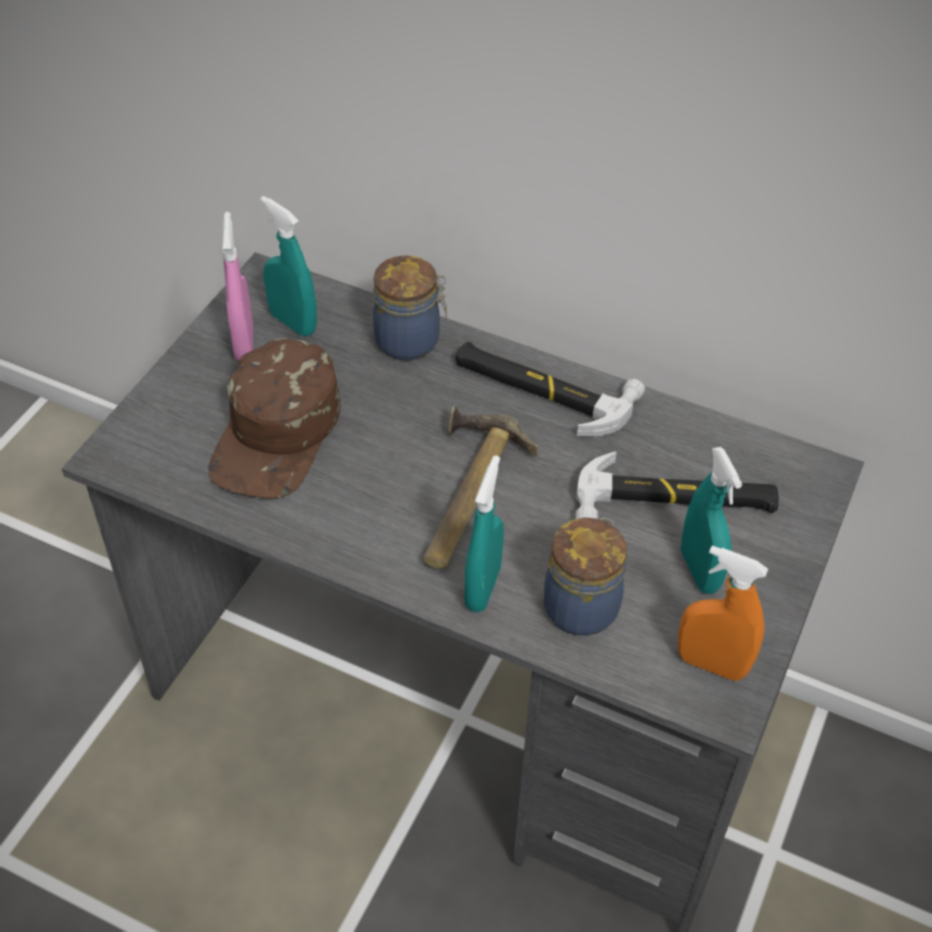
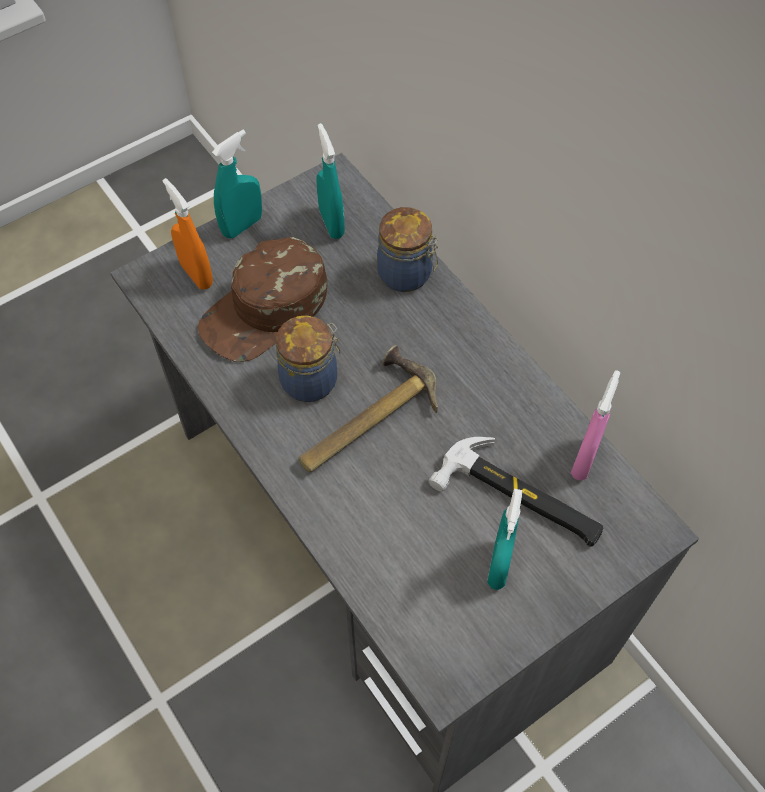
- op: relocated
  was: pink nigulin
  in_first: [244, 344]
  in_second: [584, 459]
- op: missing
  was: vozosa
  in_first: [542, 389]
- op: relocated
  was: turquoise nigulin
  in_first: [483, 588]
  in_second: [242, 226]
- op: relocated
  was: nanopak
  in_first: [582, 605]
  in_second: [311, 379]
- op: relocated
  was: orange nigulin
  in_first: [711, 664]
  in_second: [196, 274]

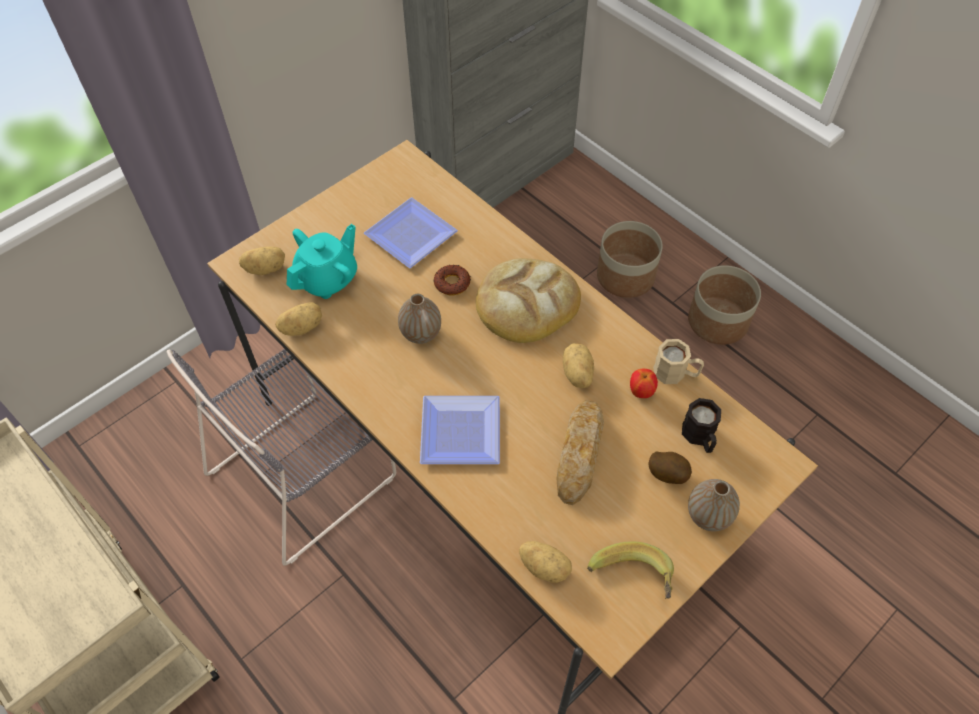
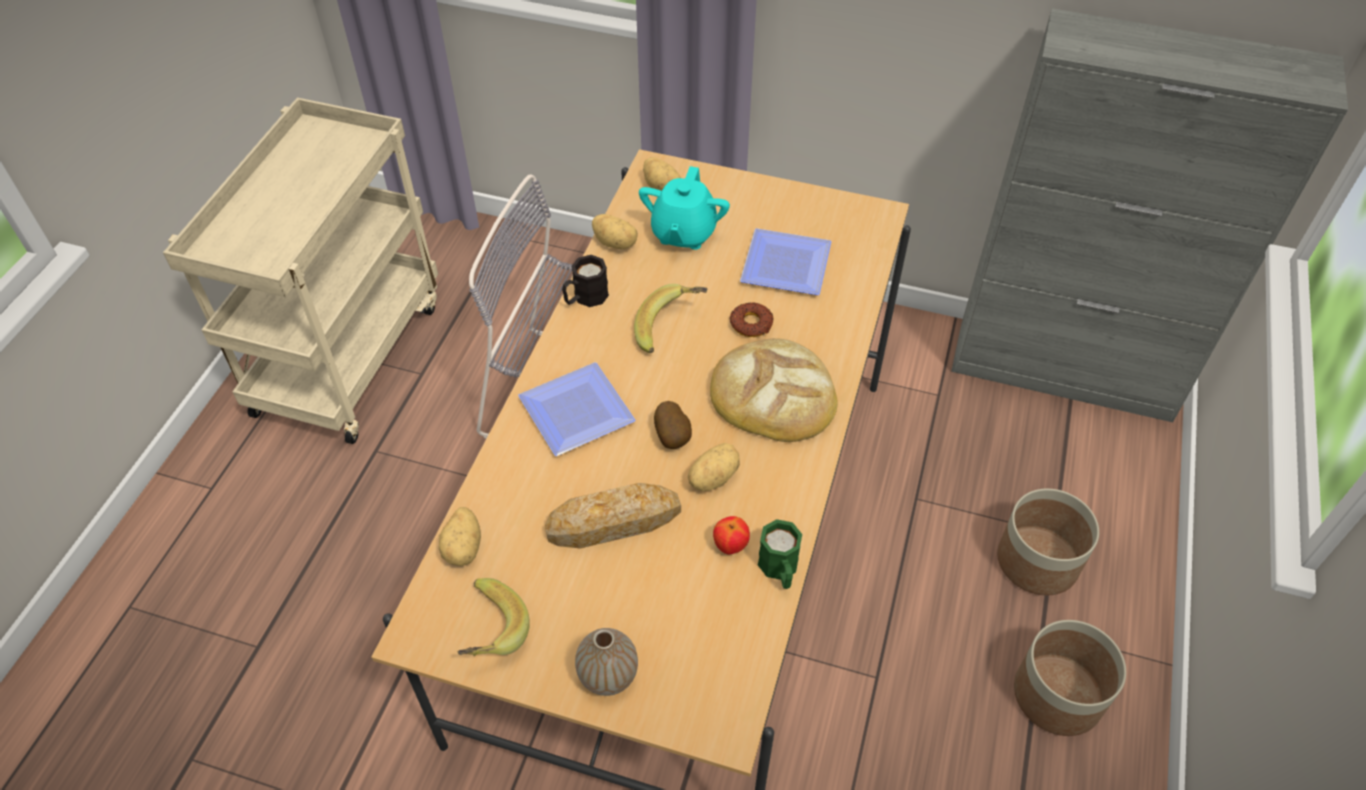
- op: spun
  was: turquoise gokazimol
  in_first: [328, 279]
  in_second: [683, 233]
  clockwise: 90
- op: exchanged
  was: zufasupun
  now: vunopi
  in_first: [421, 333]
  in_second: [671, 329]
- op: colour
  was: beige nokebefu
  now: green nokebefu
  in_first: [675, 373]
  in_second: [780, 570]
- op: relocated
  was: black nokebefu
  in_first: [700, 437]
  in_second: [585, 298]
- op: relocated
  was: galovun
  in_first: [667, 474]
  in_second: [673, 437]

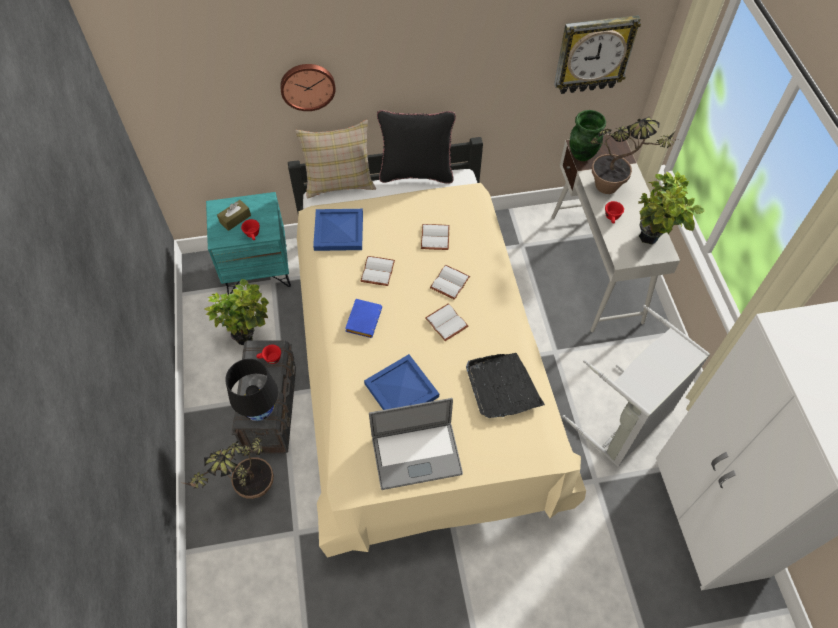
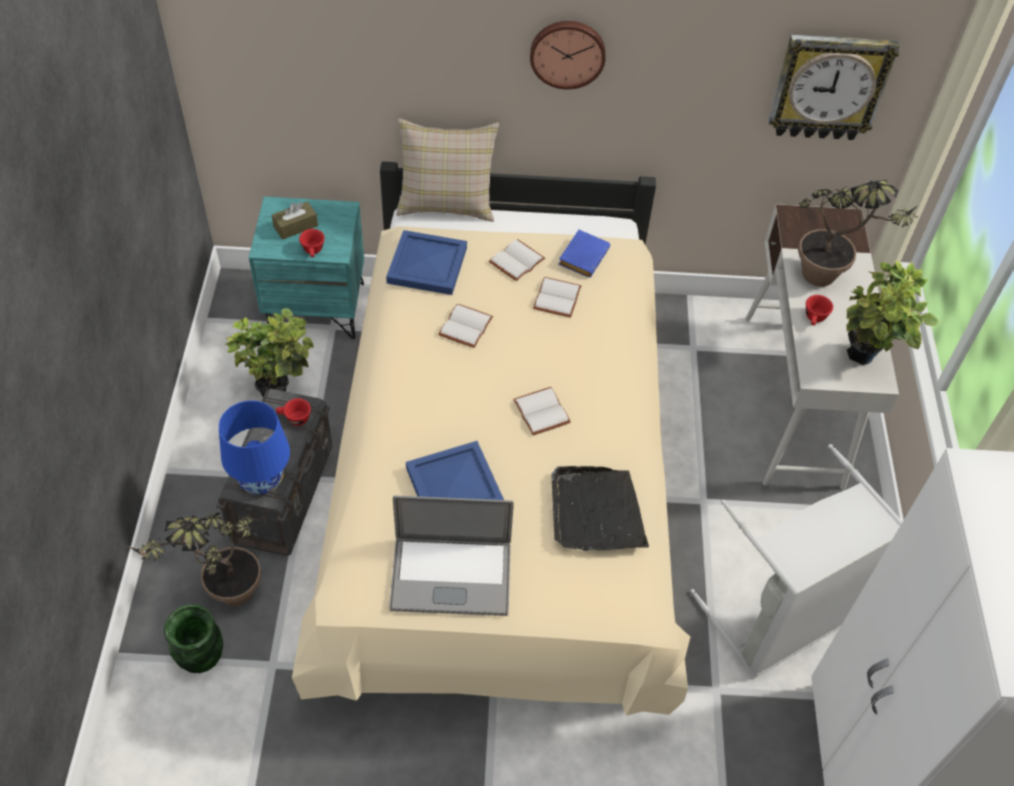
- op: relocated
  was: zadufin
  in_first: [307, 85]
  in_second: [567, 52]
- op: missing
  was: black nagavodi
  in_first: [416, 173]
- op: relocated
  was: green zufasupun
  in_first: [582, 155]
  in_second: [201, 659]
- op: relocated
  was: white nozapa
  in_first: [449, 282]
  in_second: [516, 260]
- op: relocated
  was: blue nozapa
  in_first: [363, 319]
  in_second: [582, 256]
- op: colour
  was: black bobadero
  now: blue bobadero
  in_first: [259, 409]
  in_second: [261, 480]

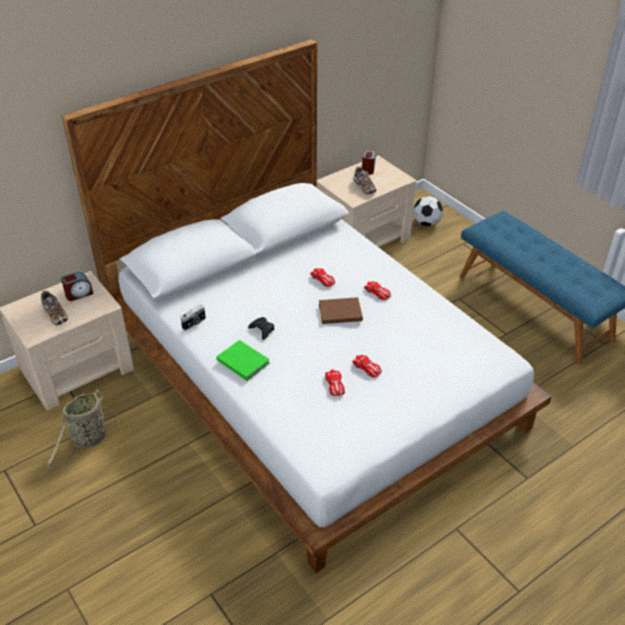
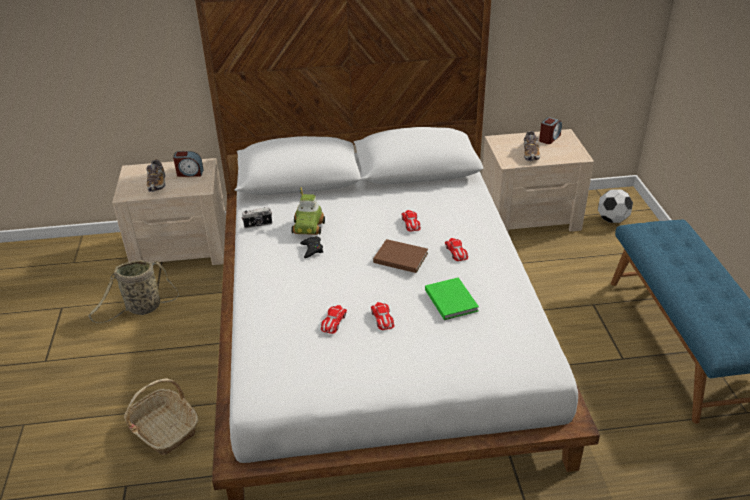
- op: relocated
  was: green nozapa
  in_first: [242, 360]
  in_second: [451, 299]
- op: appeared
  now: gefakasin
  in_second: [309, 227]
- op: appeared
  now: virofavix
  in_second: [163, 429]

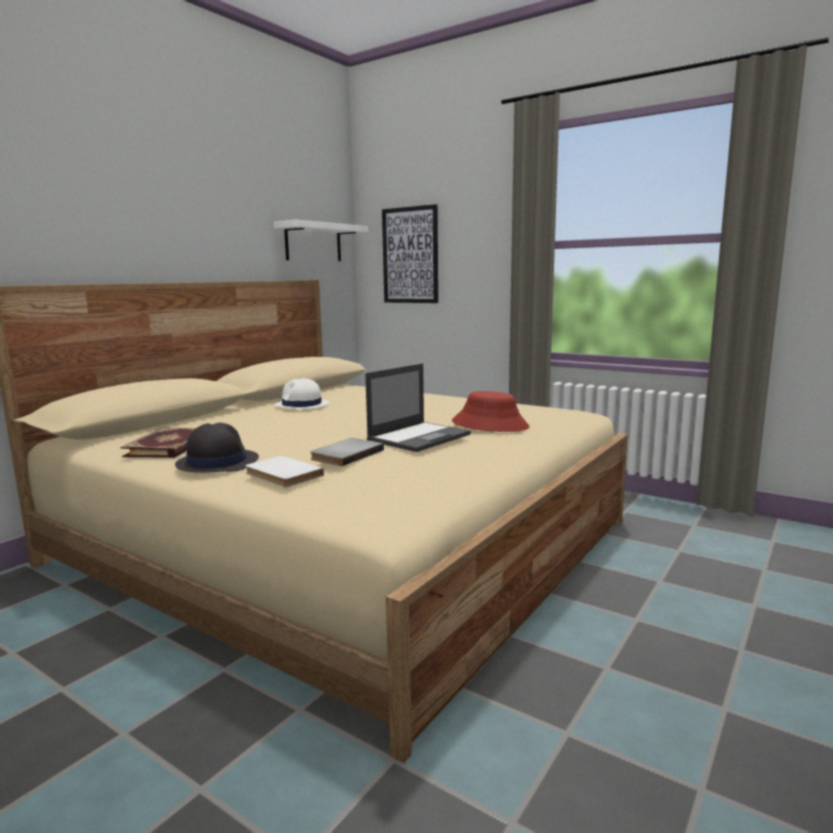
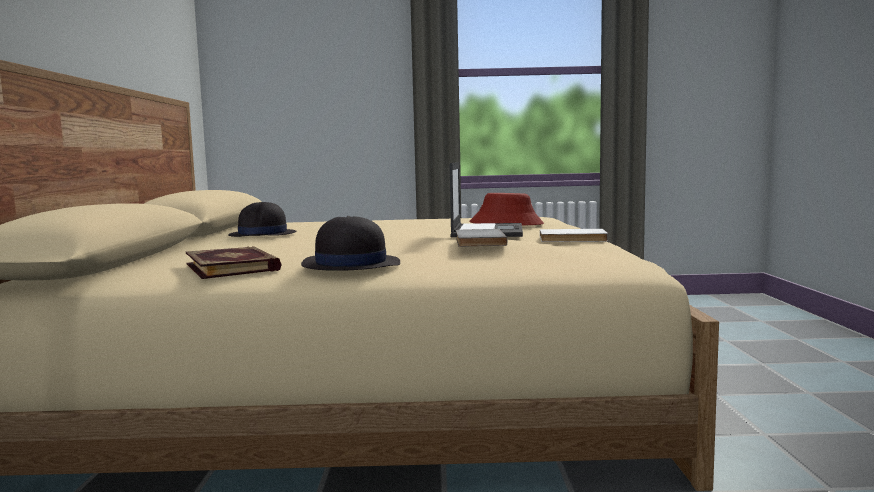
- op: missing
  was: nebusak
  in_first: [410, 255]
- op: missing
  was: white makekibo
  in_first: [313, 242]
- op: colour
  was: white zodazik
  now: black zodazik
  in_first: [301, 405]
  in_second: [263, 235]
- op: relocated
  was: white nozapa
  in_first: [281, 475]
  in_second: [573, 239]

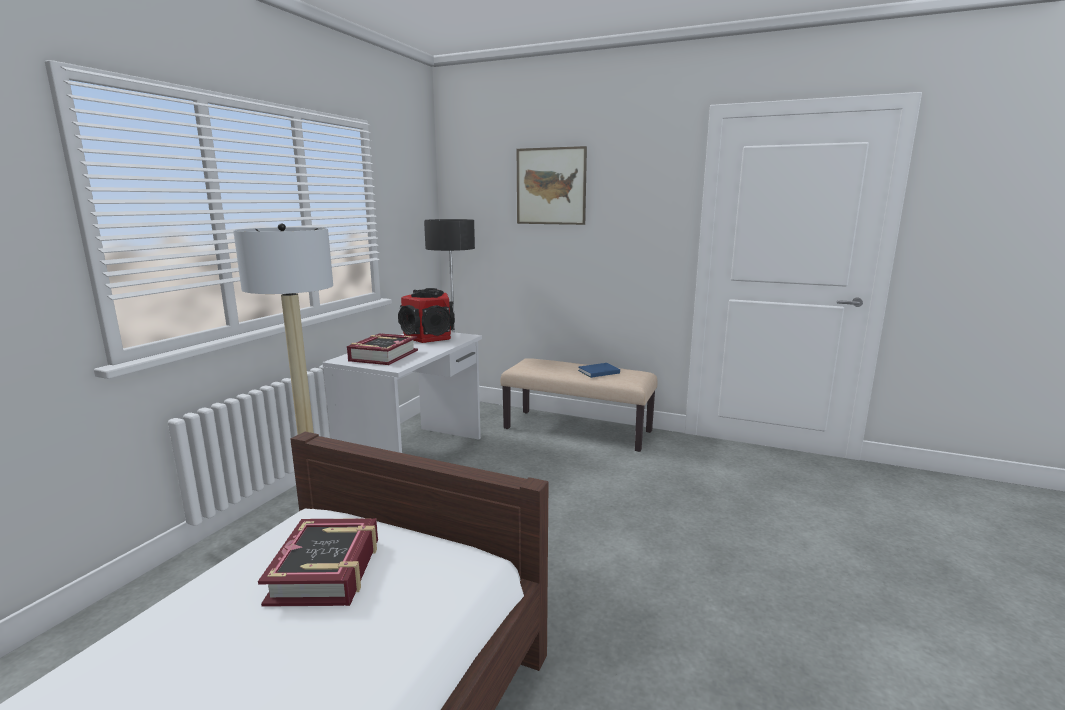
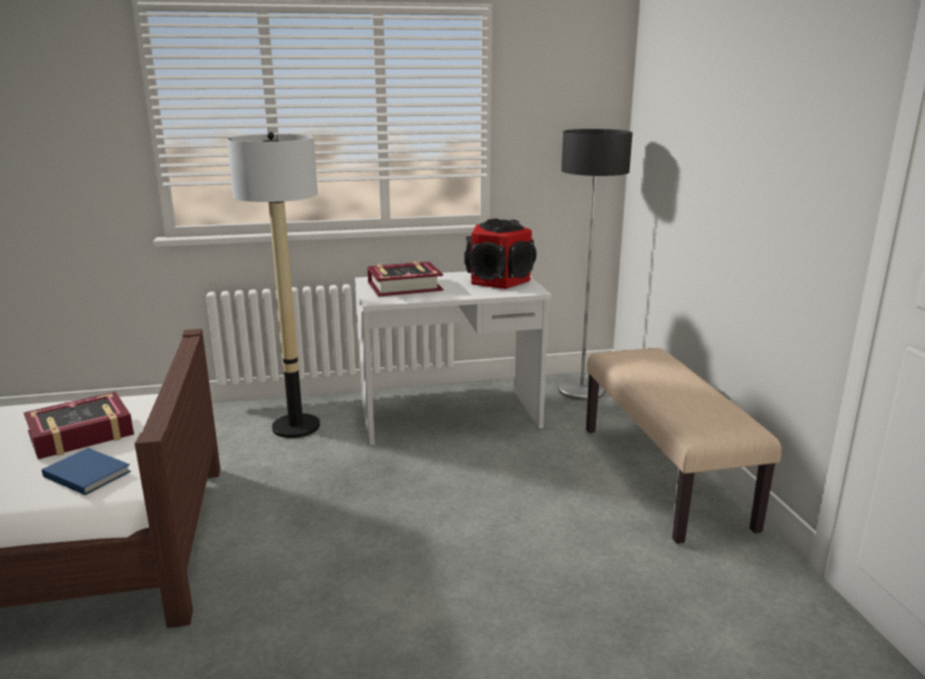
- op: missing
  was: nebusak
  in_first: [551, 186]
- op: relocated
  was: blue nozapa
  in_first: [597, 372]
  in_second: [87, 473]

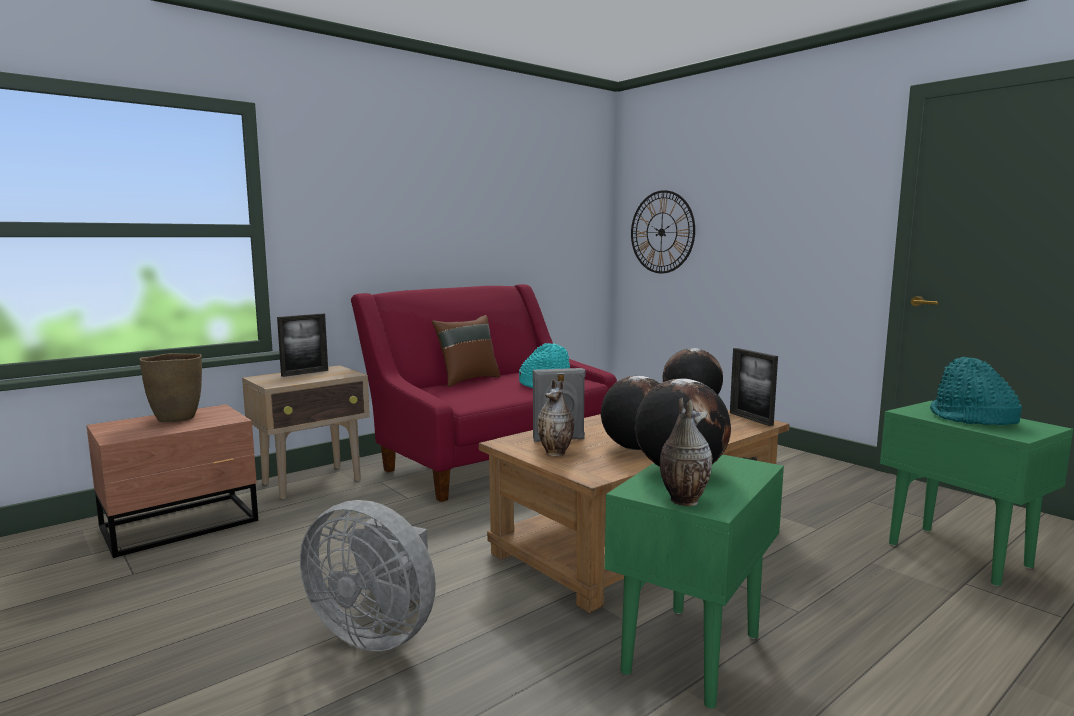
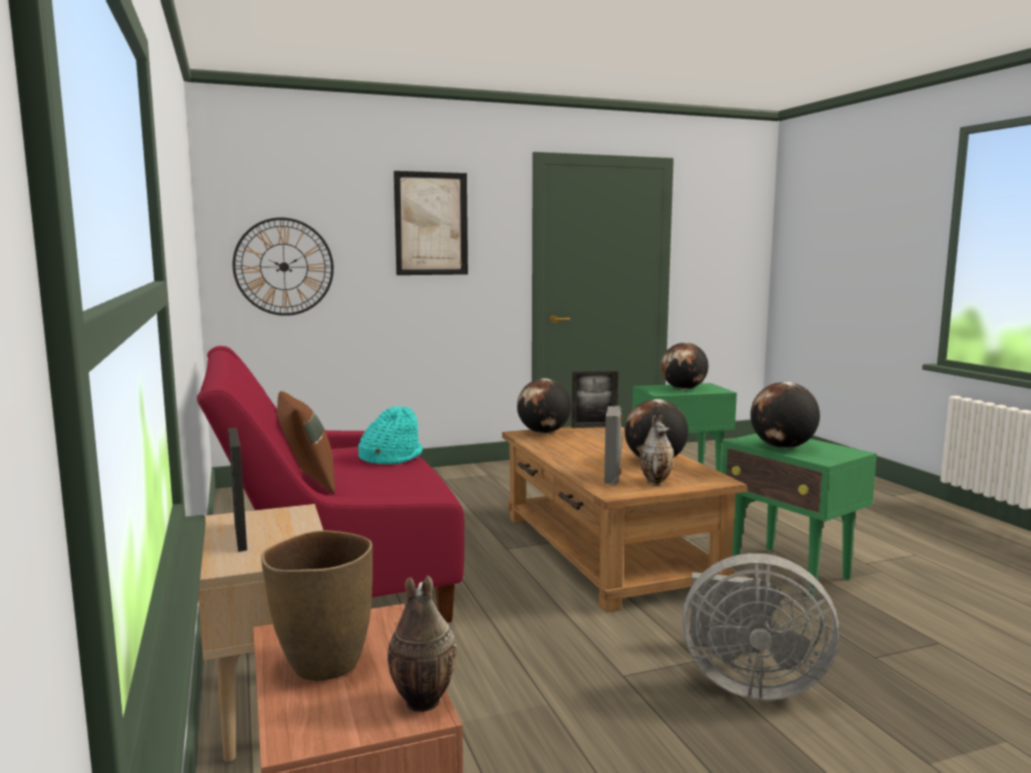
- op: exchanged
  was: turquoise zodazik
  now: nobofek
  in_first: [971, 419]
  in_second: [683, 389]
- op: relocated
  was: zufasupun
  in_first: [682, 500]
  in_second: [421, 703]
- op: spun
  was: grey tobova
  in_first: [377, 632]
  in_second: [747, 683]
  clockwise: 60
- op: appeared
  now: nebusak
  in_second: [431, 224]

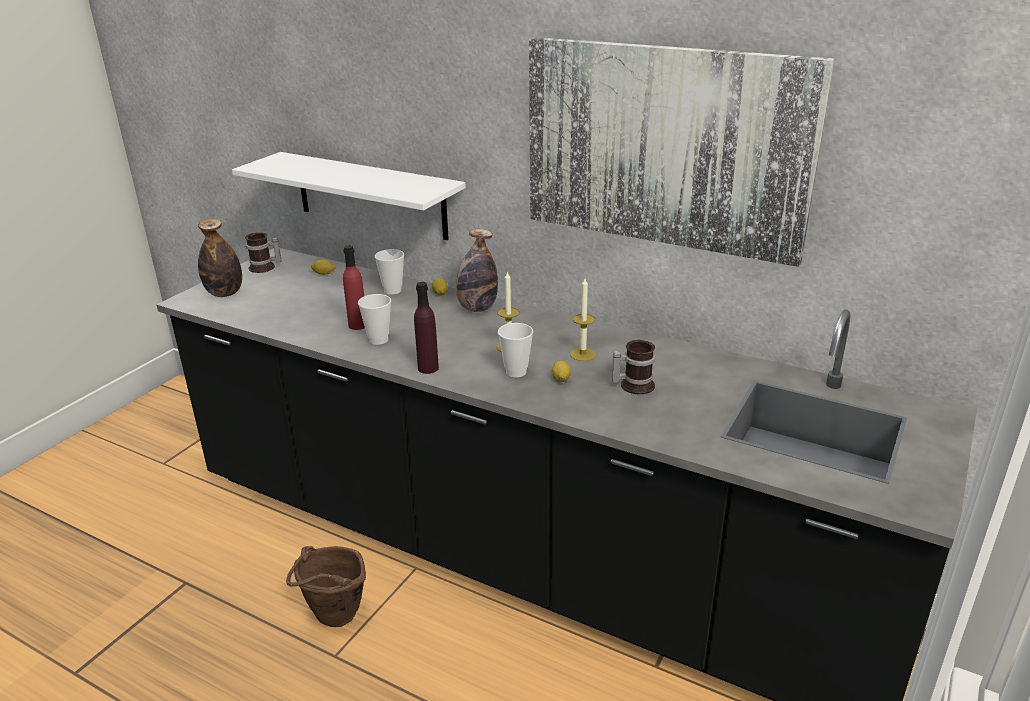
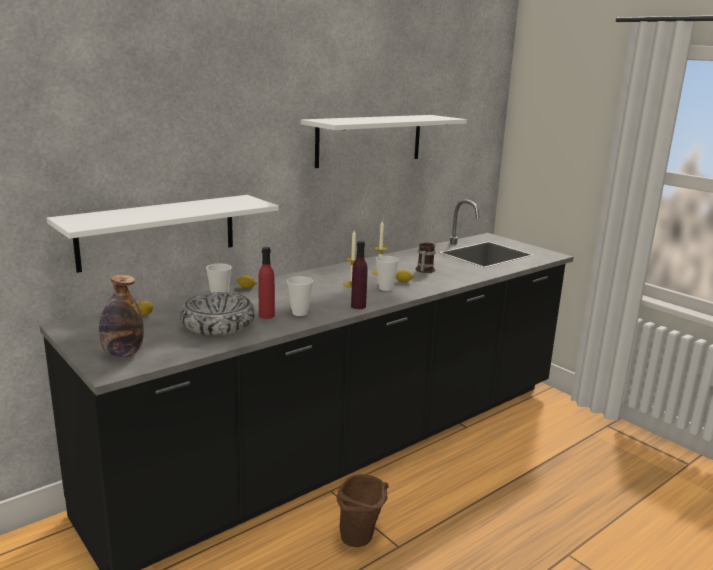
- op: exchanged
  was: nebusak
  now: white makekibo
  in_first: [665, 147]
  in_second: [369, 140]
- op: missing
  was: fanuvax
  in_first: [477, 308]
- op: missing
  was: nokebefu
  in_first: [264, 268]
- op: appeared
  now: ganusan
  in_second: [218, 324]

